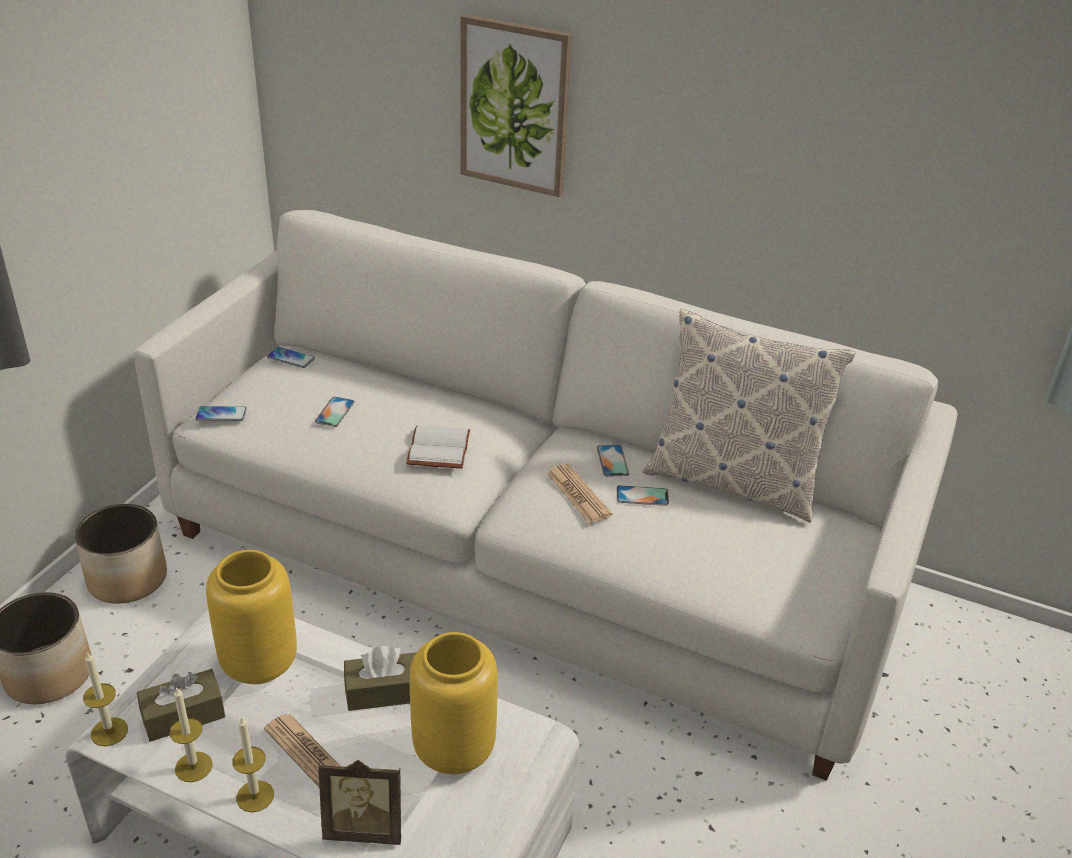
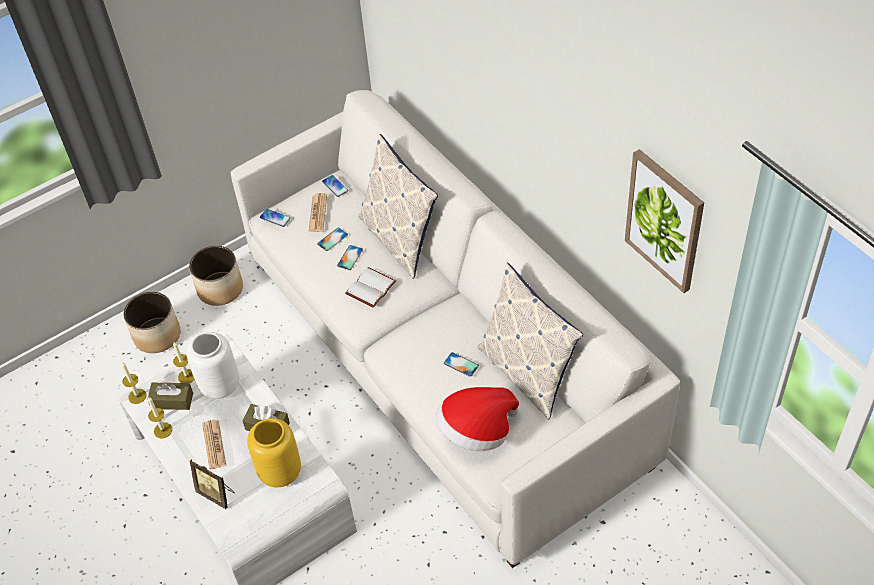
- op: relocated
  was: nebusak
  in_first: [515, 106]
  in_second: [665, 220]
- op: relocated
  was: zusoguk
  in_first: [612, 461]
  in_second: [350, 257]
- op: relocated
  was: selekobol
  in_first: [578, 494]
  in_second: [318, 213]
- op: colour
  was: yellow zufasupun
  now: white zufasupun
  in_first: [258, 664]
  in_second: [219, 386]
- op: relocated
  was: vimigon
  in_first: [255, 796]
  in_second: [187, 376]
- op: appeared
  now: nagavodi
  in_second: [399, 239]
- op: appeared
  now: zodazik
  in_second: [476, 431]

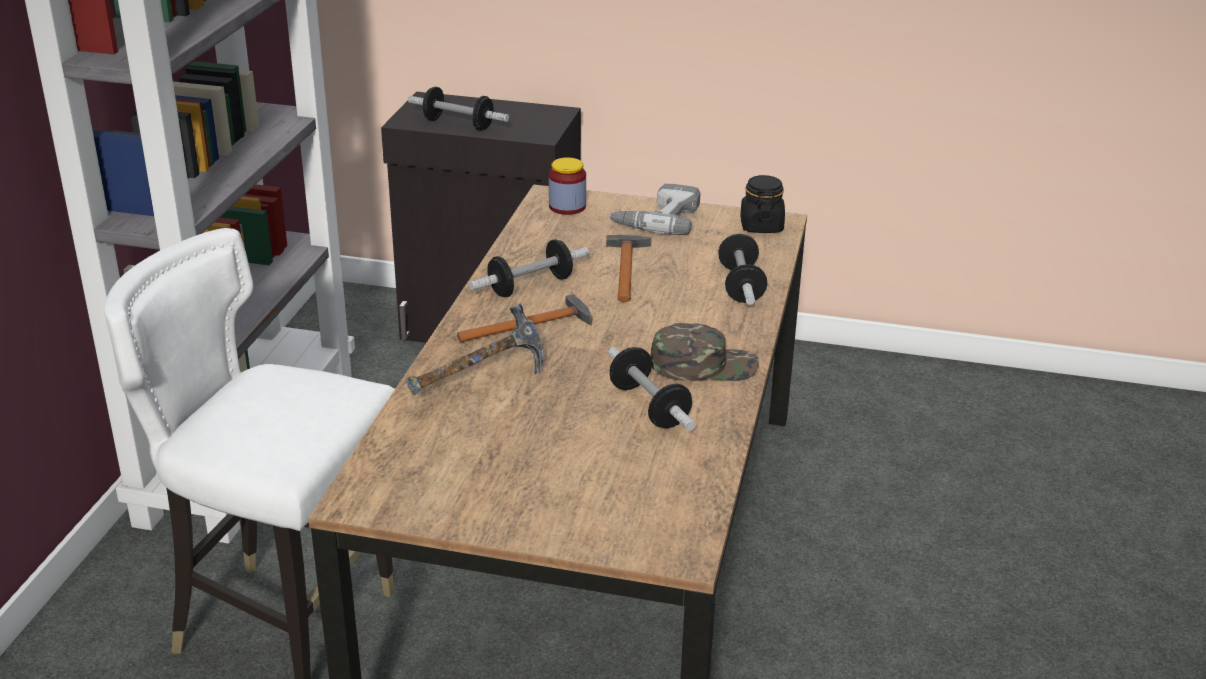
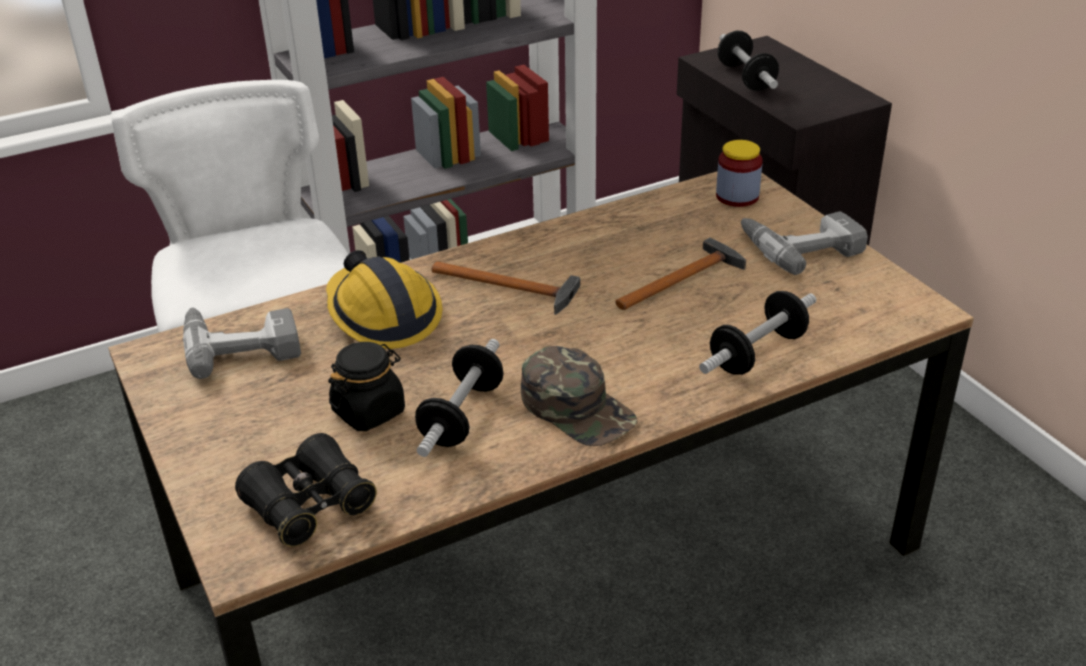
- op: relocated
  was: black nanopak
  in_first: [761, 226]
  in_second: [369, 411]
- op: missing
  was: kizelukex
  in_first: [530, 286]
- op: exchanged
  was: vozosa
  now: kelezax
  in_first: [479, 384]
  in_second: [382, 315]
- op: appeared
  now: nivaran
  in_second: [241, 343]
- op: appeared
  now: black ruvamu
  in_second: [309, 505]

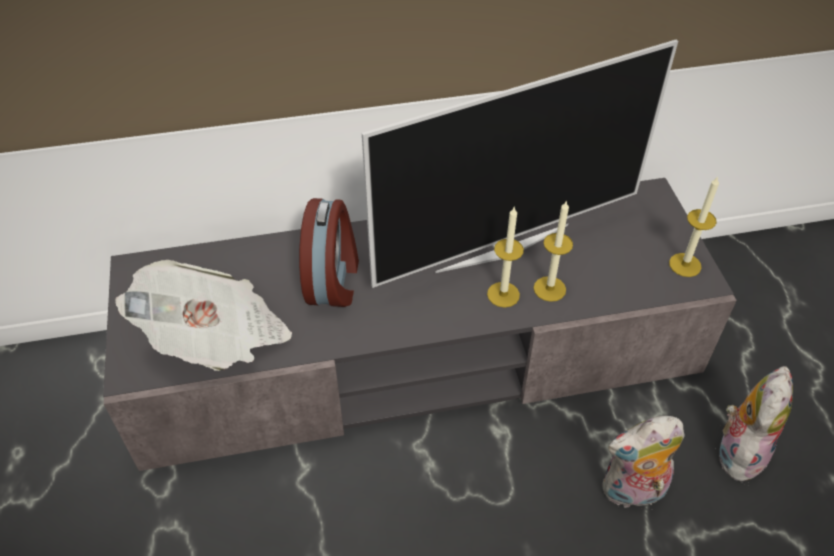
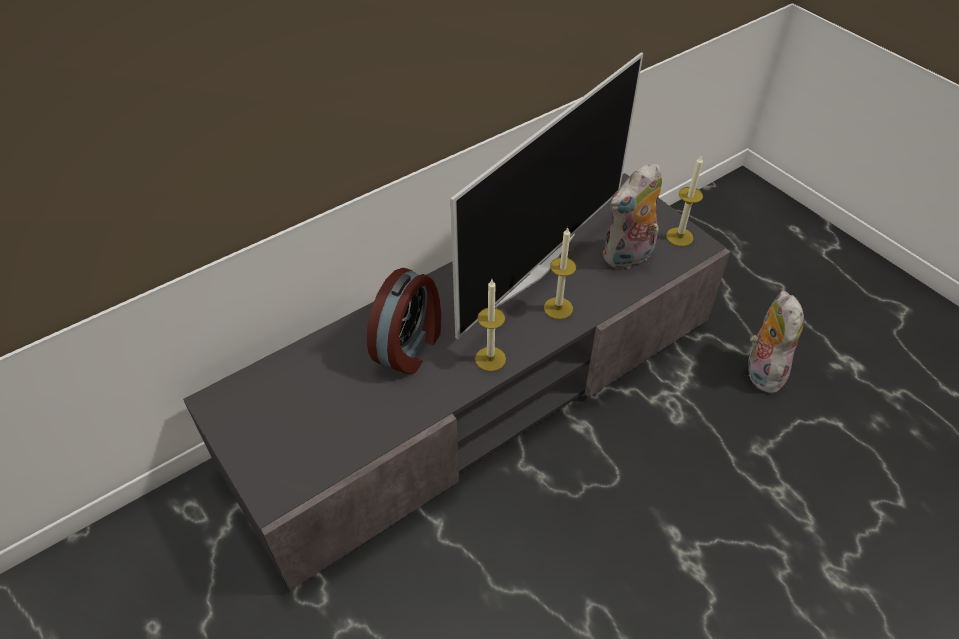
- op: spun
  was: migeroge
  in_first: [334, 280]
  in_second: [410, 346]
  clockwise: 45
- op: relocated
  was: vimigon
  in_first: [549, 289]
  in_second: [490, 359]
- op: missing
  was: selekobol
  in_first: [216, 338]
- op: relocated
  was: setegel
  in_first: [632, 492]
  in_second: [628, 257]

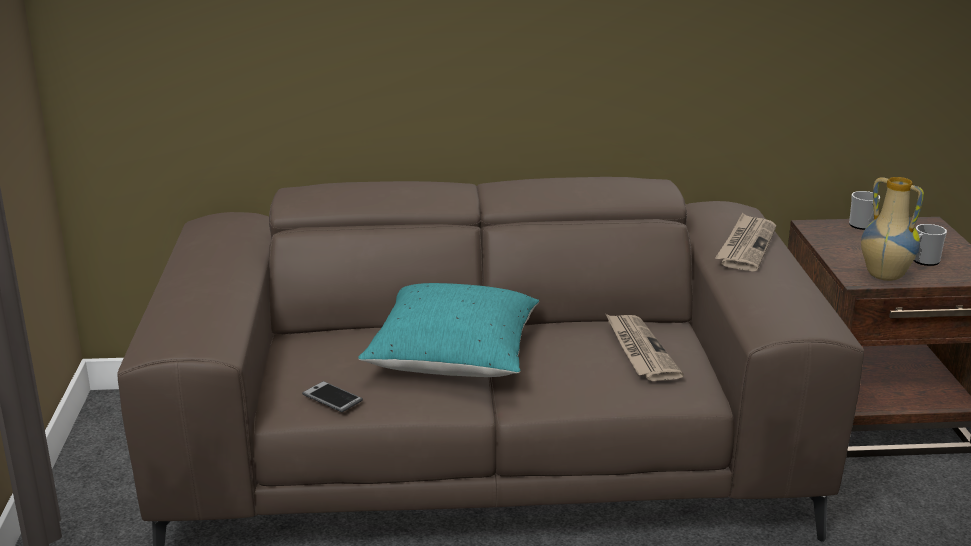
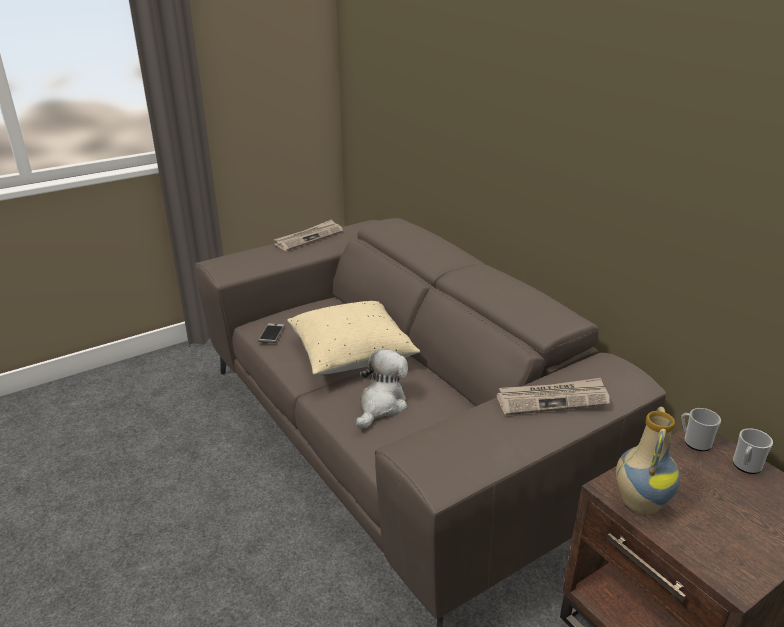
- op: relocated
  was: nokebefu
  in_first: [923, 261]
  in_second: [694, 442]
- op: colour
  was: turquoise nagavodi
  now: beige nagavodi
  in_first: [453, 359]
  in_second: [352, 355]
- op: relocated
  was: selekobol
  in_first: [639, 350]
  in_second: [309, 237]
- op: appeared
  now: setegel
  in_second: [381, 405]

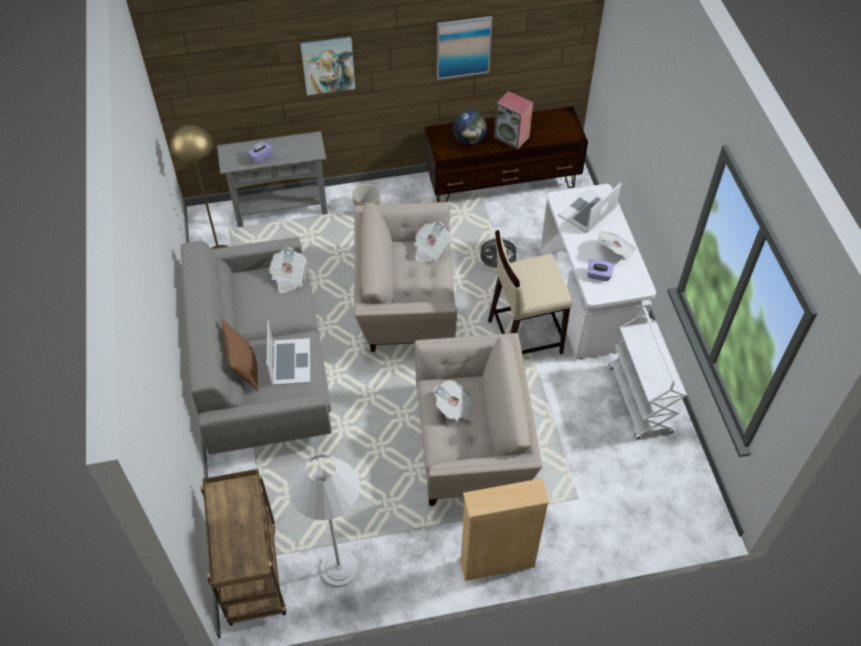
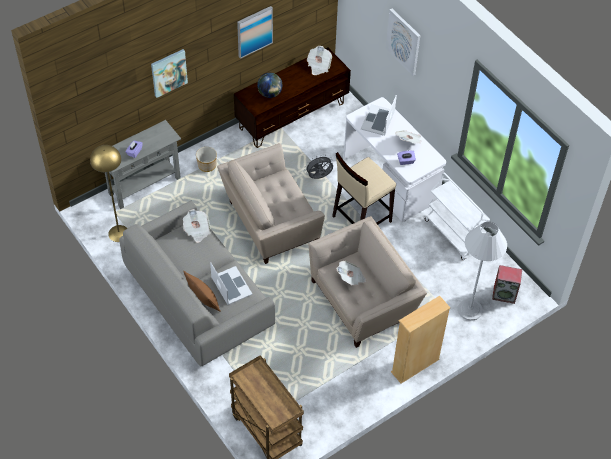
- op: relocated
  was: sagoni
  in_first: [512, 137]
  in_second: [504, 294]
- op: relocated
  was: selekobol
  in_first: [430, 250]
  in_second: [318, 66]
- op: relocated
  was: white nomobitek
  in_first: [339, 568]
  in_second: [470, 310]
- op: appeared
  now: nebusak
  in_second: [403, 41]

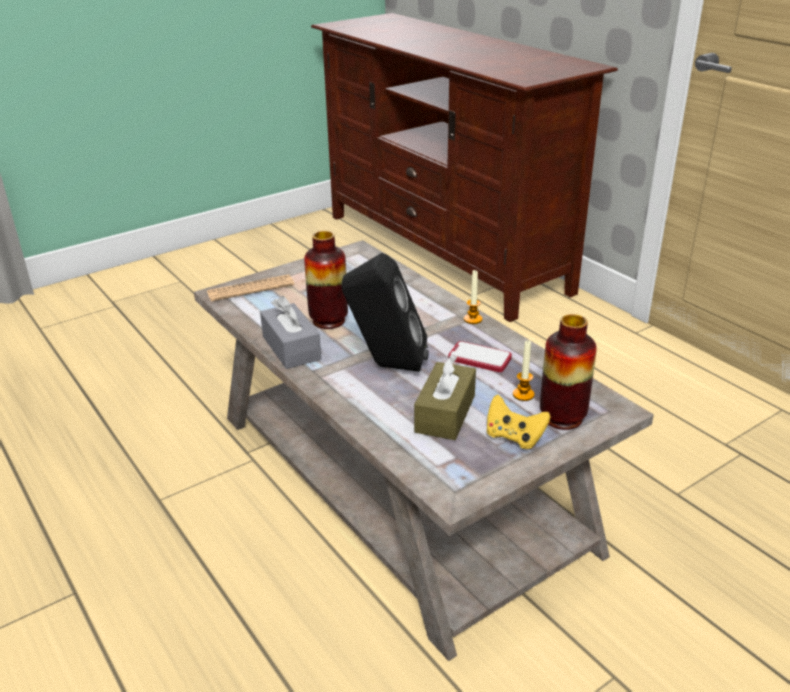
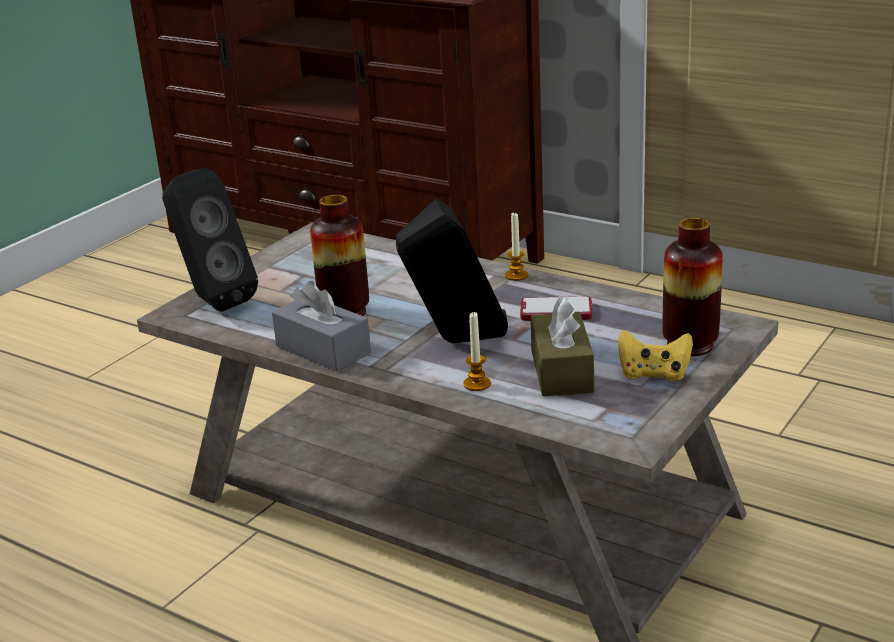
- op: exchanged
  was: selekobol
  now: black sagoni
  in_first: [250, 289]
  in_second: [213, 301]
- op: relocated
  was: vimigon
  in_first: [523, 394]
  in_second: [477, 384]

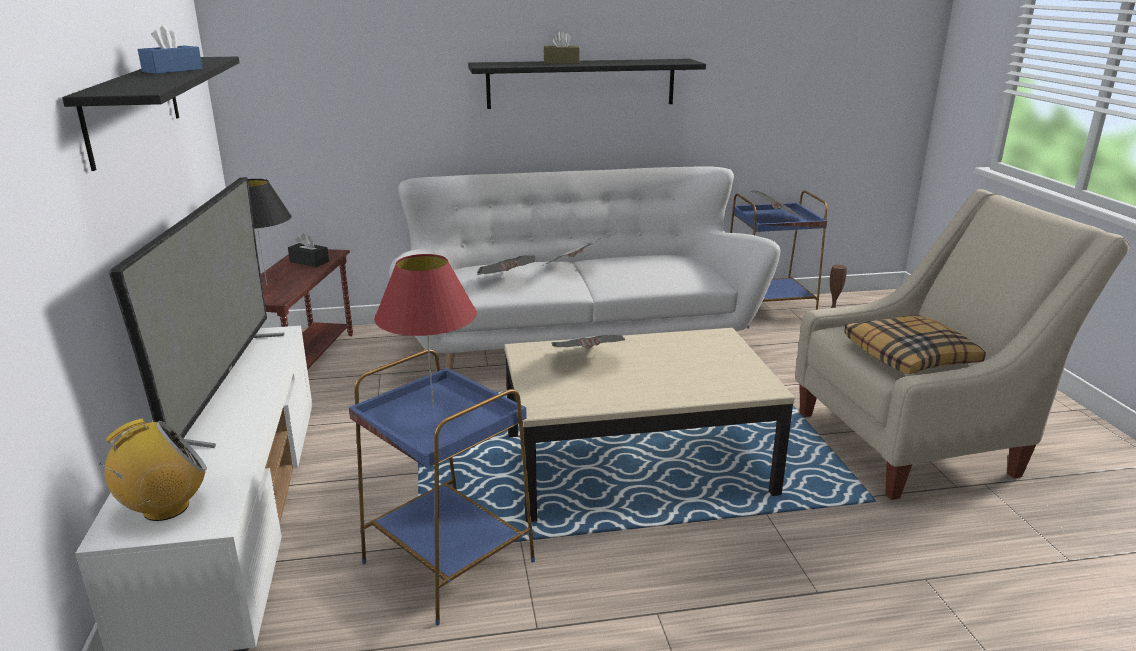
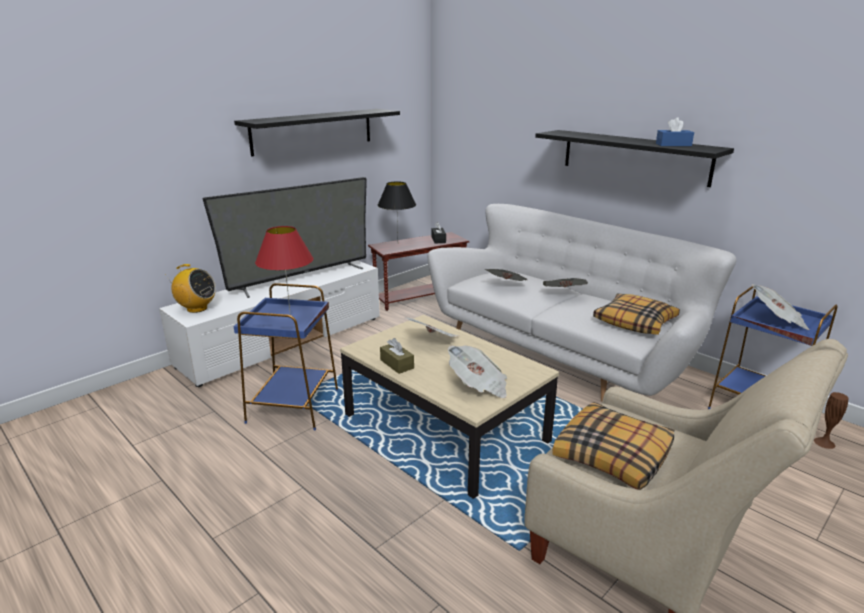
- op: relocated
  was: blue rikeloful
  in_first: [172, 70]
  in_second: [673, 145]
- op: relocated
  was: brown rikeloful
  in_first: [561, 62]
  in_second: [397, 364]
- op: appeared
  now: nagavodi
  in_second: [635, 322]
- op: appeared
  now: selekobol
  in_second: [478, 386]

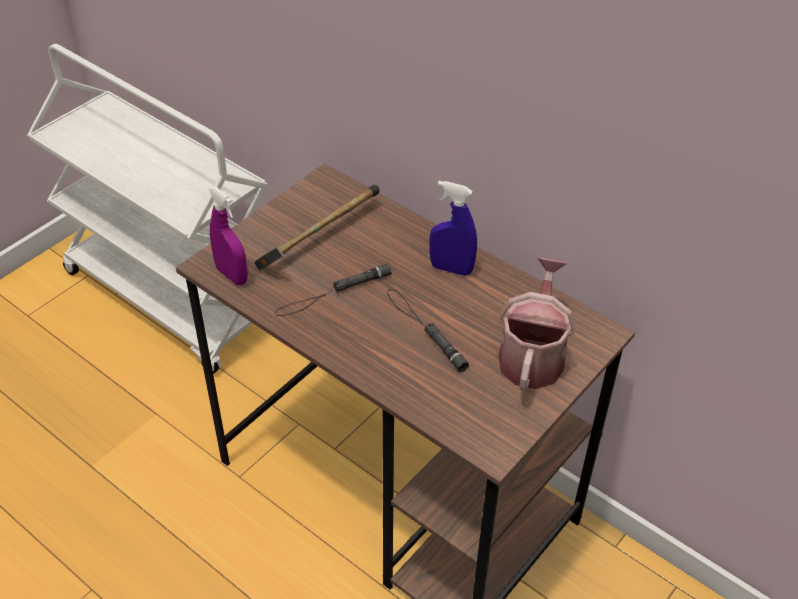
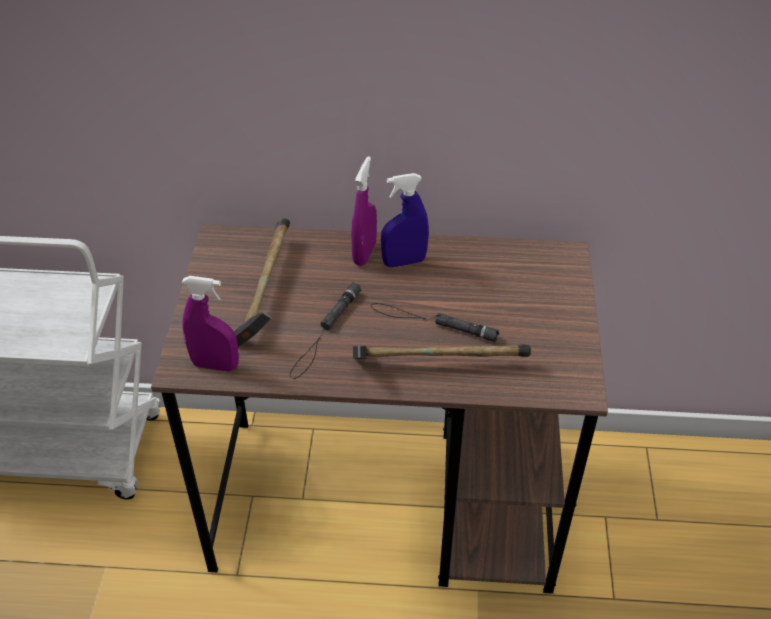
- op: missing
  was: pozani
  in_first: [532, 355]
- op: appeared
  now: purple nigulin
  in_second: [364, 253]
- op: appeared
  now: vozosa
  in_second: [434, 365]

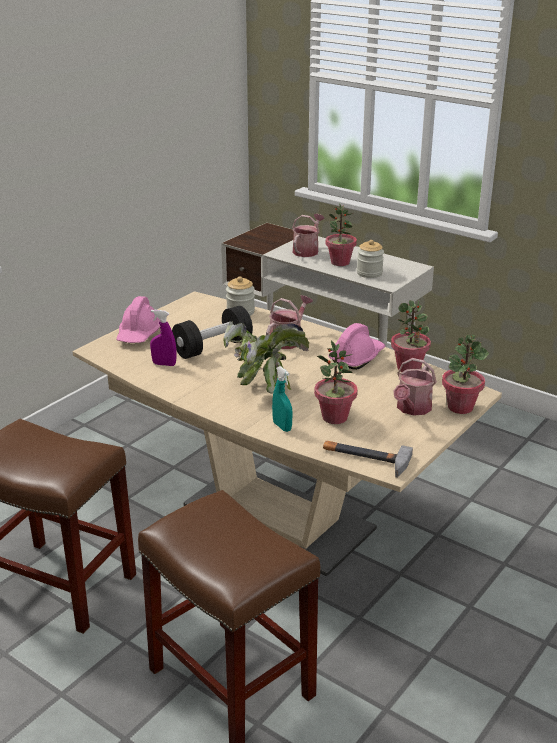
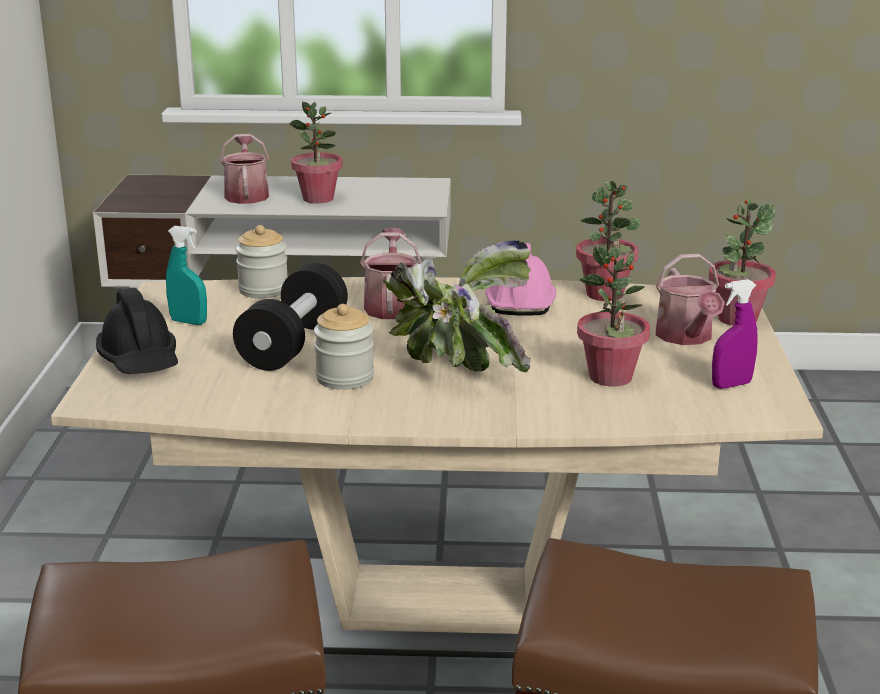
- op: relocated
  was: nanopak
  in_first: [369, 273]
  in_second: [345, 378]
- op: colour
  was: pink kelezax
  now: black kelezax
  in_first: [139, 334]
  in_second: [140, 360]
- op: relocated
  was: purple nigulin
  in_first: [164, 364]
  in_second: [731, 385]
- op: relocated
  was: turquoise nigulin
  in_first: [282, 426]
  in_second: [188, 322]
- op: missing
  was: vozosa
  in_first: [364, 458]

